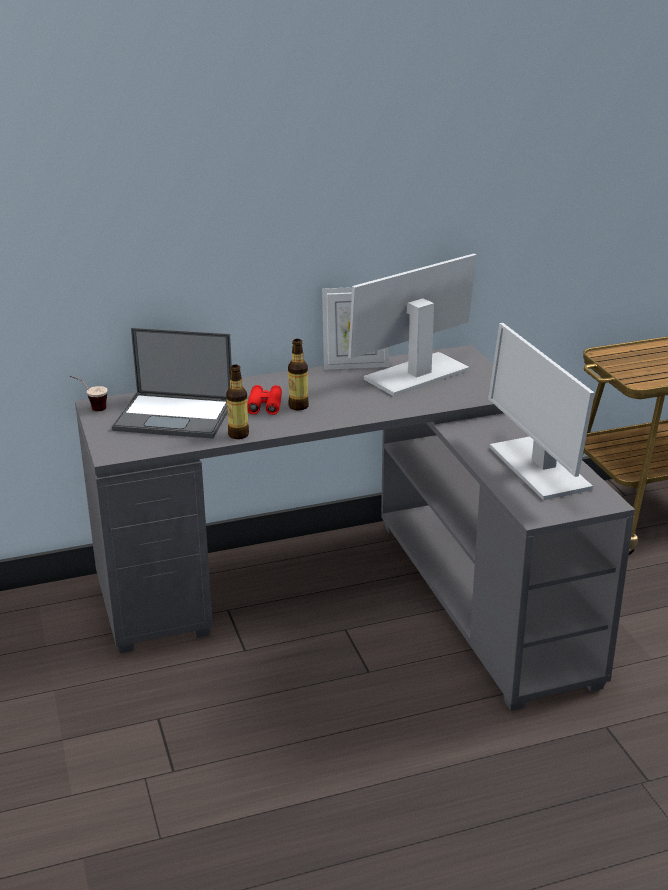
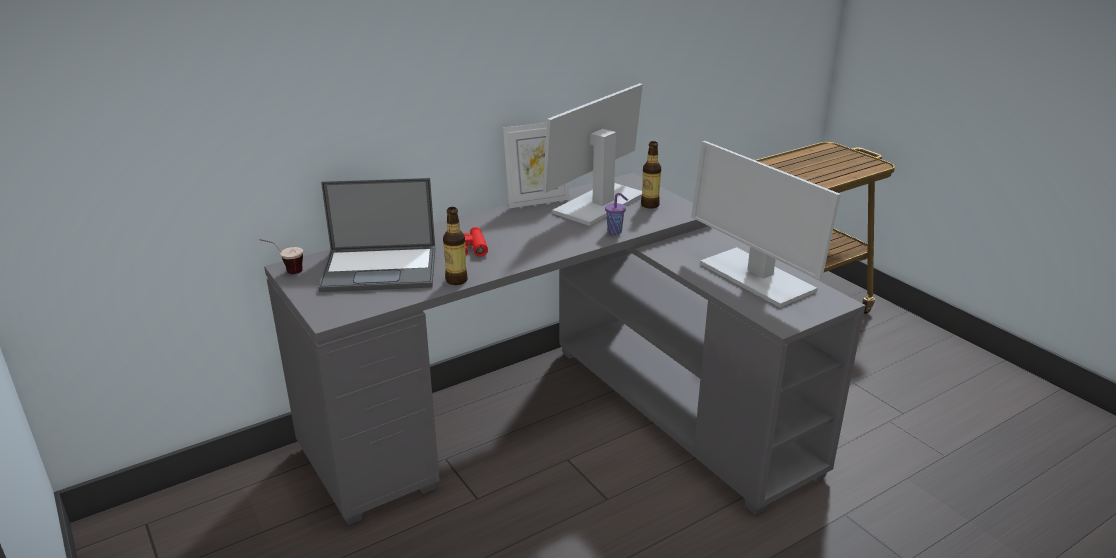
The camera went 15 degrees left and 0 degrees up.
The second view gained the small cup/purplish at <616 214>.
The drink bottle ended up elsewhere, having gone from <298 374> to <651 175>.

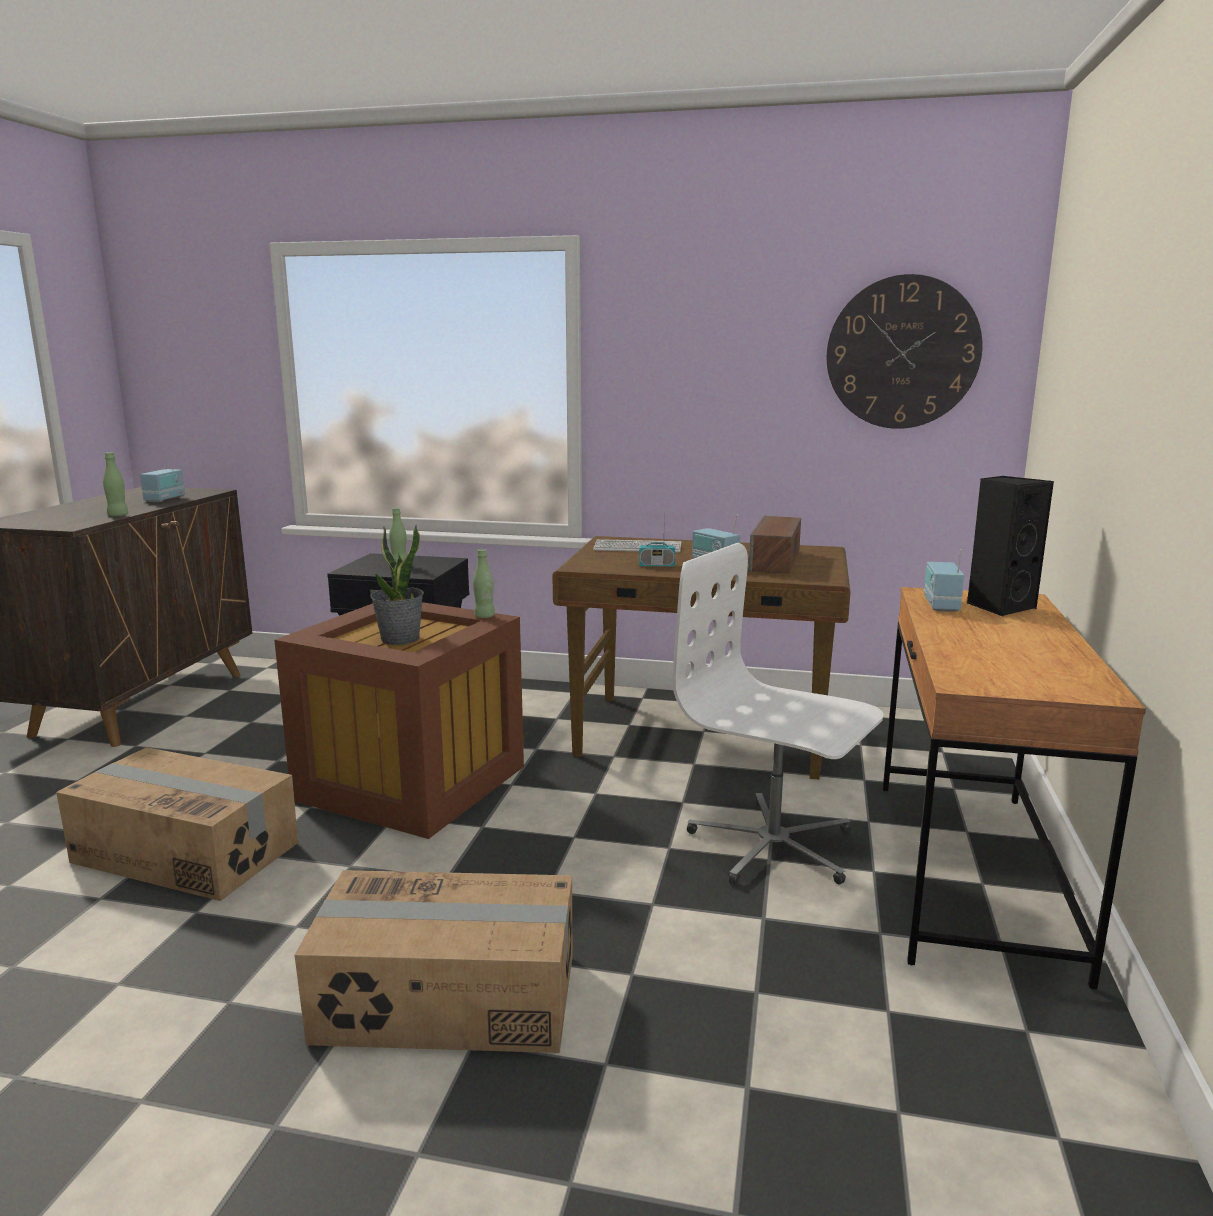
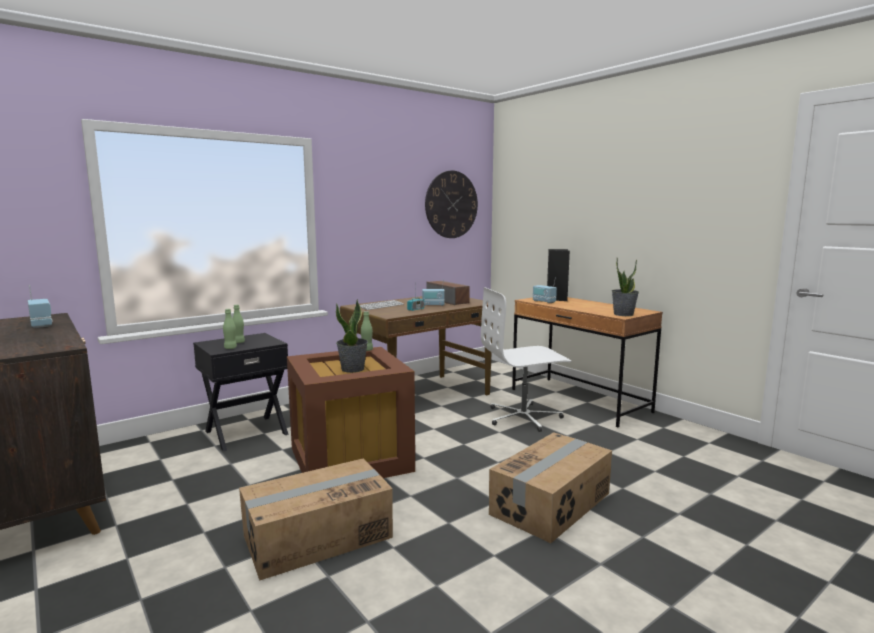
The camera went 50 degrees left and 5 degrees down.
The drink bottle/greenish ended up elsewhere, having gone from <115 484> to <230 329>.
The second view gained the potted plant at <625 287>.

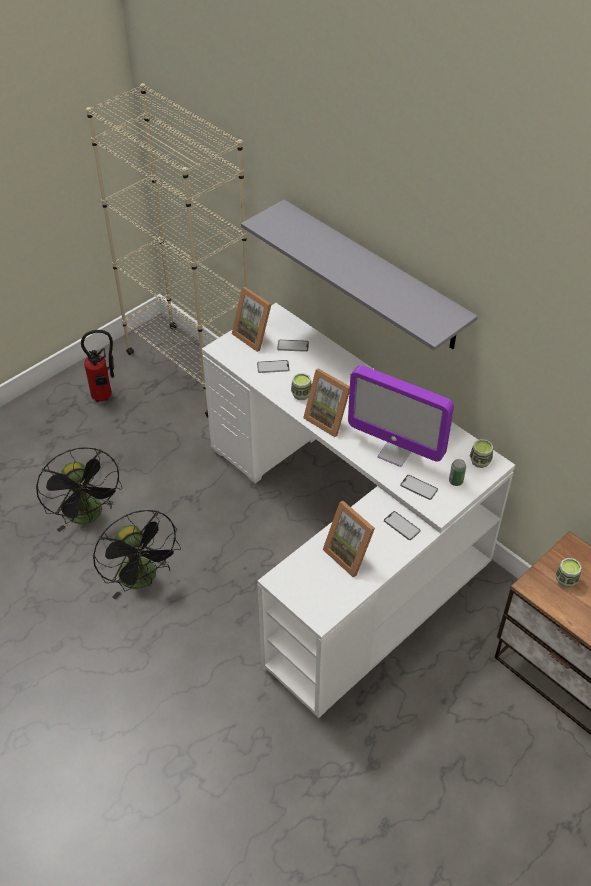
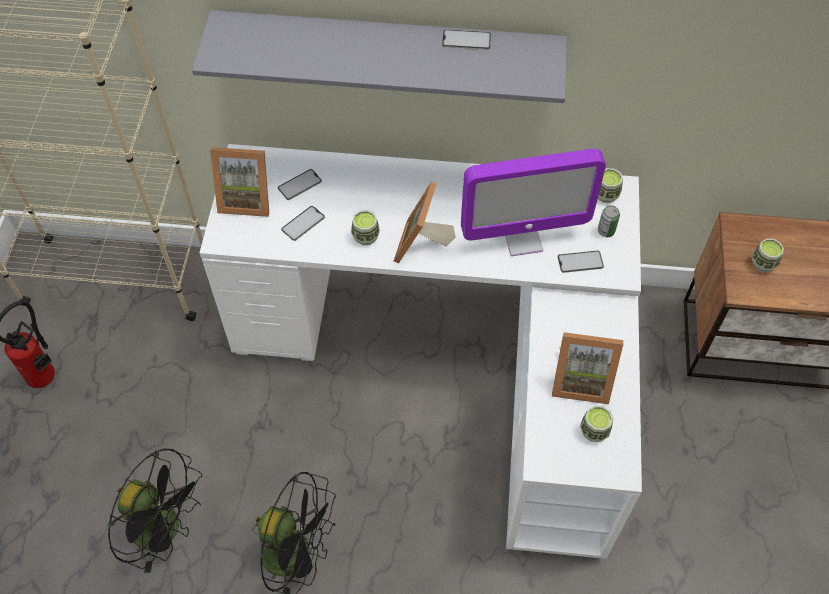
The camera went 40 degrees left and 10 degrees up.
The photo frame at <326 402> ended up facing another way, 105 degrees clockwise from before.
The phone ended up elsewhere, having gone from <402 525> to <466 39>.
The second view gained the small cup at <596 424>.

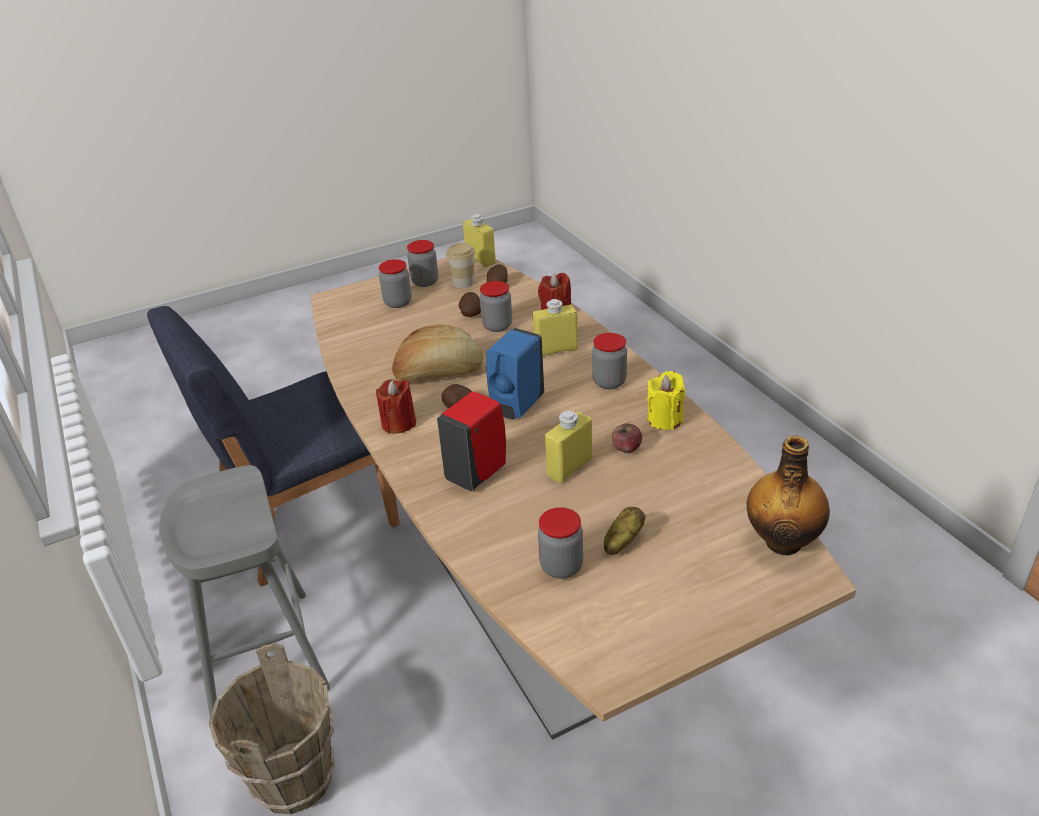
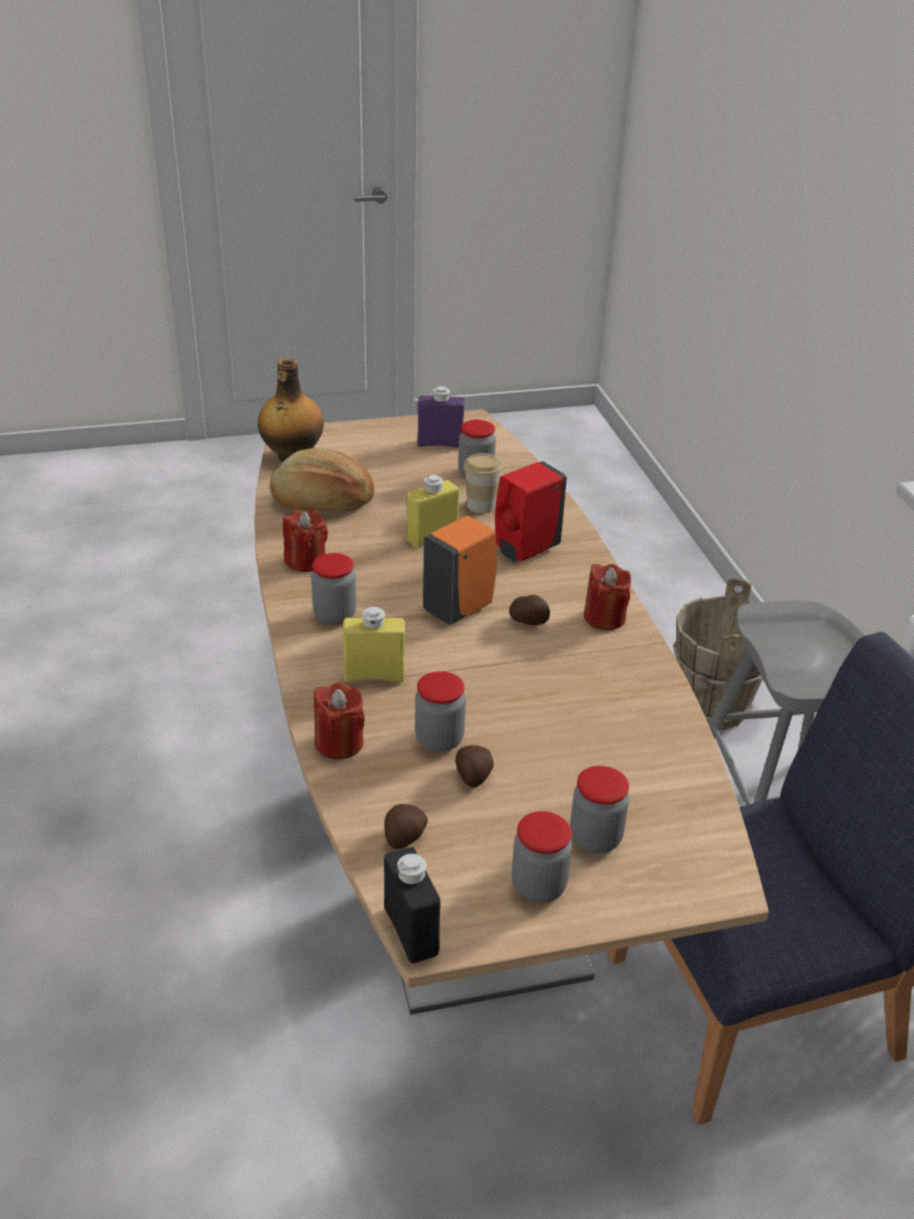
The camera went 170 degrees left and 0 degrees up.
The bakery bread ended up elsewhere, having gone from <437 353> to <322 480>.
What was the wax candle/yellow at <666 400> turned into the wax candle/red at <305 541>.
What was the drink bottle/yellow at <479 240> turned into the drink bottle/black-coloured at <412 905>.
The second view gained the drink bottle/purplish at <440 417>.
What was the soap bottle/blue-coloured at <515 374> turned into the soap bottle/orangey at <460 570>.
The small cup ended up elsewhere, having gone from <460 265> to <483 483>.
The second view lost the potato at <624 531>.
The second view lost the apple fruit at <627 438>.

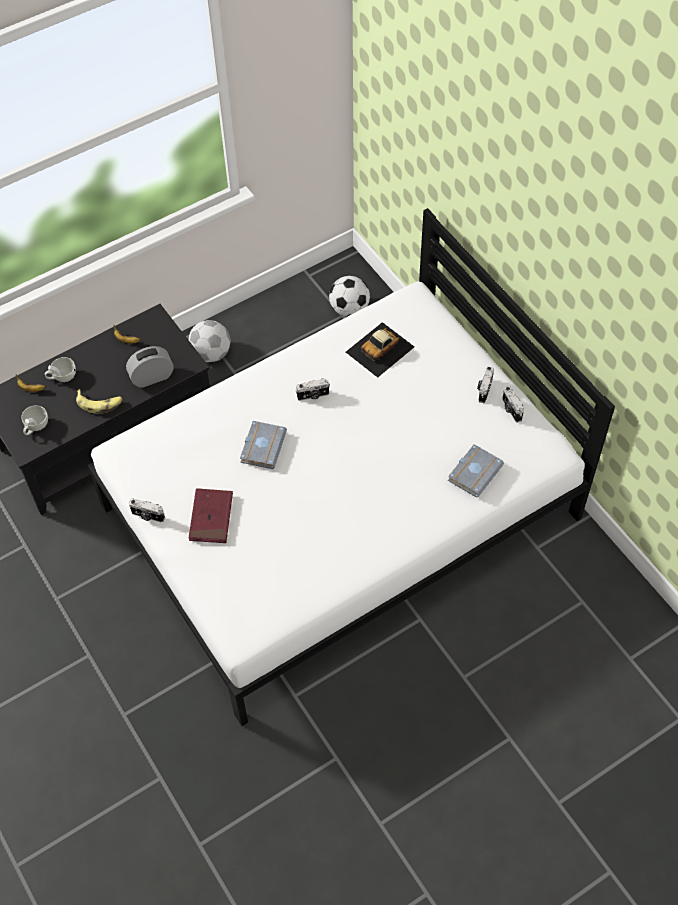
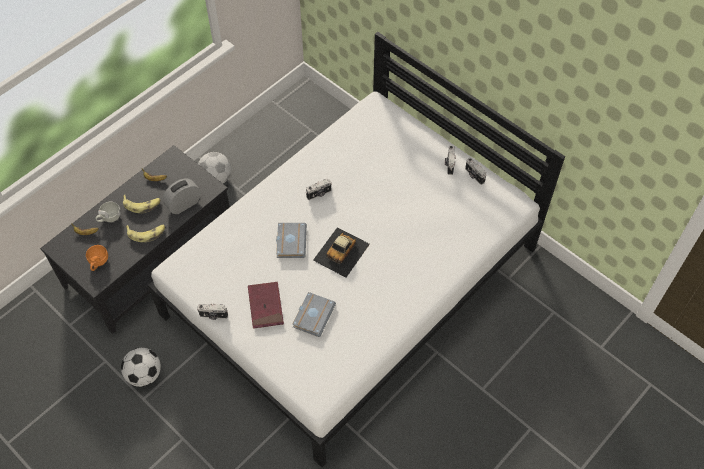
The camera went 15 degrees left and 0 degrees up.
What was the small cup/white-coloured at <34 420> turned into the small cup/orangey at <97 258>.
The ball for football ended up elsewhere, having gone from <349 296> to <141 367>.
The second view gained the banana at <141 204>.
The bound book/greyish ended up elsewhere, having gone from <476 471> to <314 314>.
The miniature car ended up elsewhere, having gone from <380 350> to <341 252>.

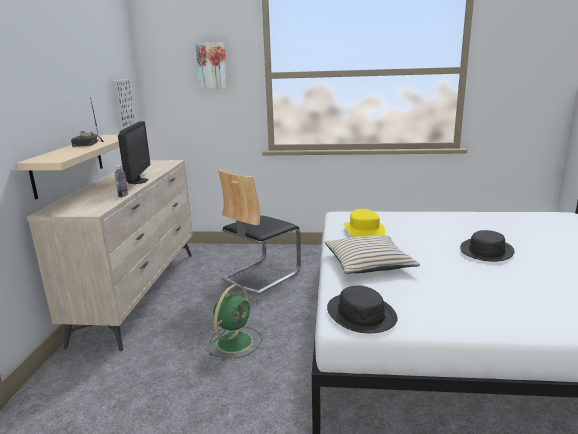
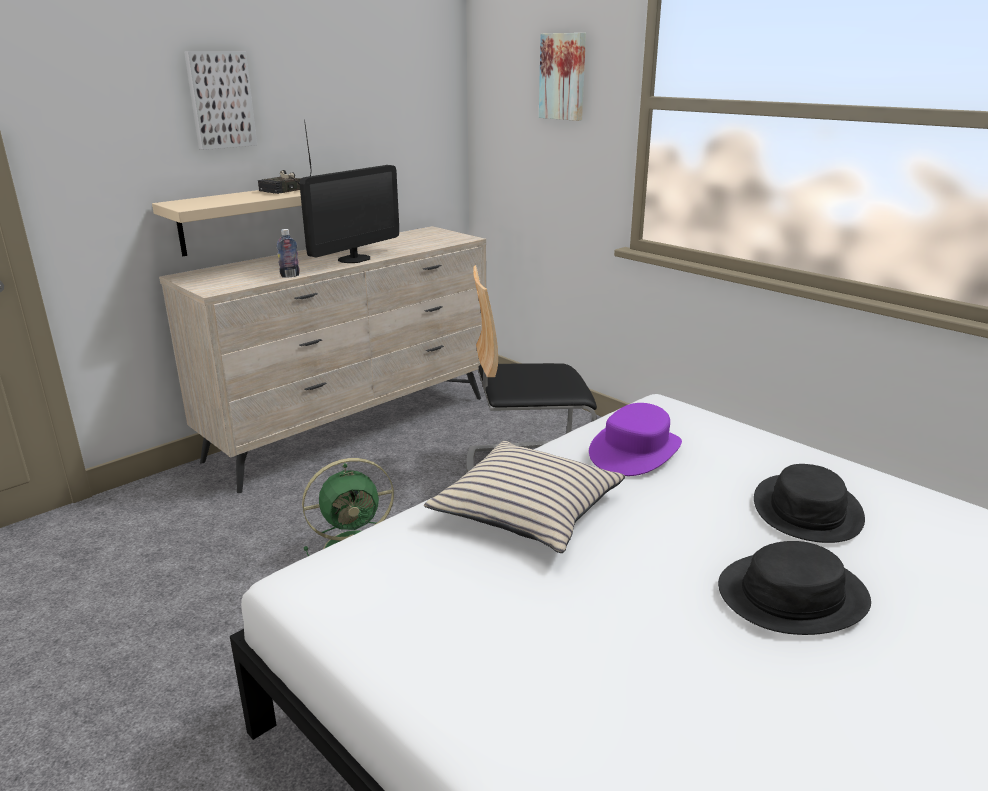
The camera went 40 degrees right and 5 degrees up.
The wall picture ended up elsewhere, having gone from <124 104> to <220 100>.
What was the wearable hat/yellow at <364 223> turned into the wearable hat/purplish at <635 439>.
The wearable hat/black-coloured ended up elsewhere, having gone from <362 309> to <809 503>.

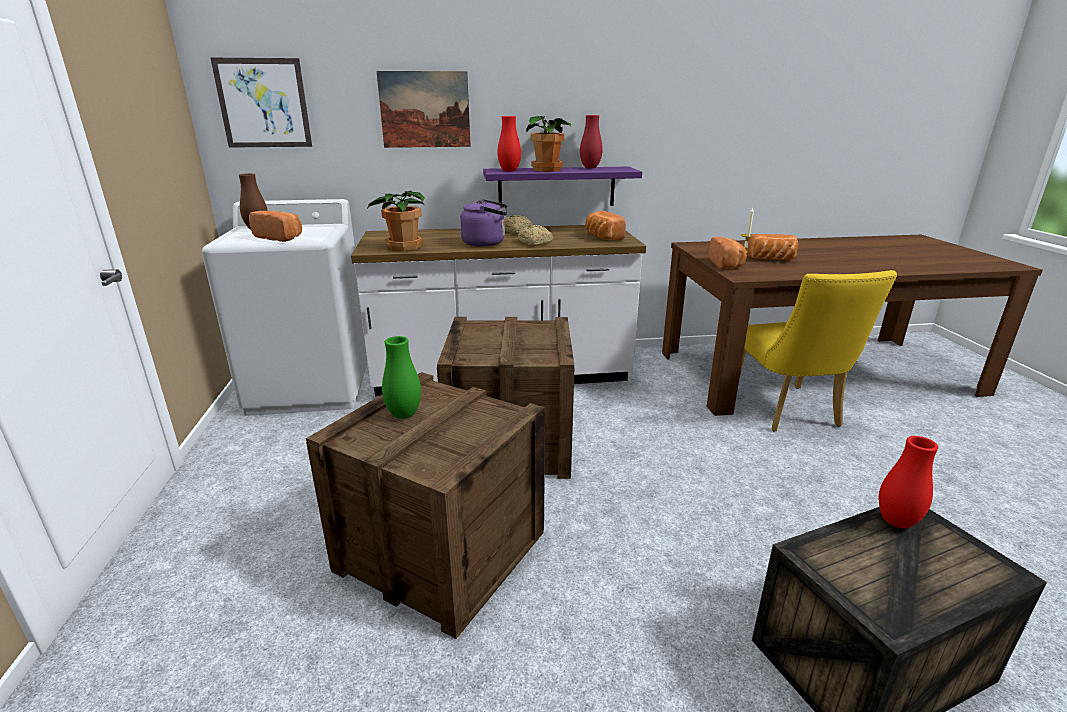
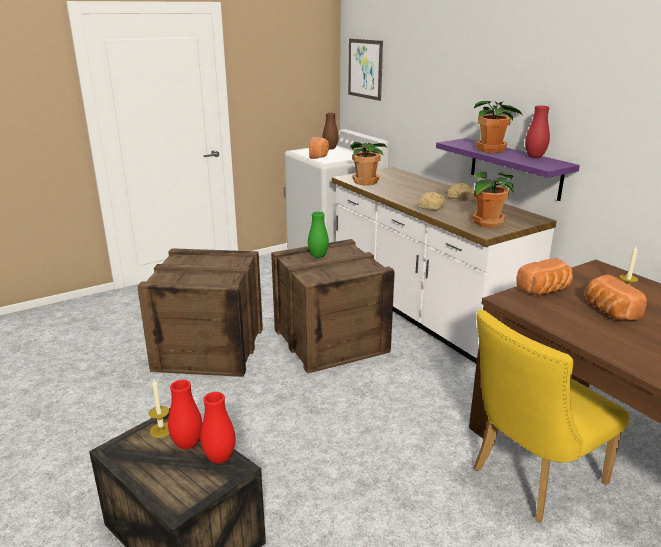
The camera went 65 degrees right and 0 degrees up.
The second view gained the wax candle at <159 408>.
The vase/red ended up elsewhere, having gone from <509 144> to <185 414>.
The vase/greenish ended up elsewhere, having gone from <401 377> to <318 235>.
Where the bakery bread stood at <605 226>, the potted plant came to stand at <493 199>.
The second view lost the wall picture at <423 109>.
The second view lost the kettle/purplish at <483 223>.

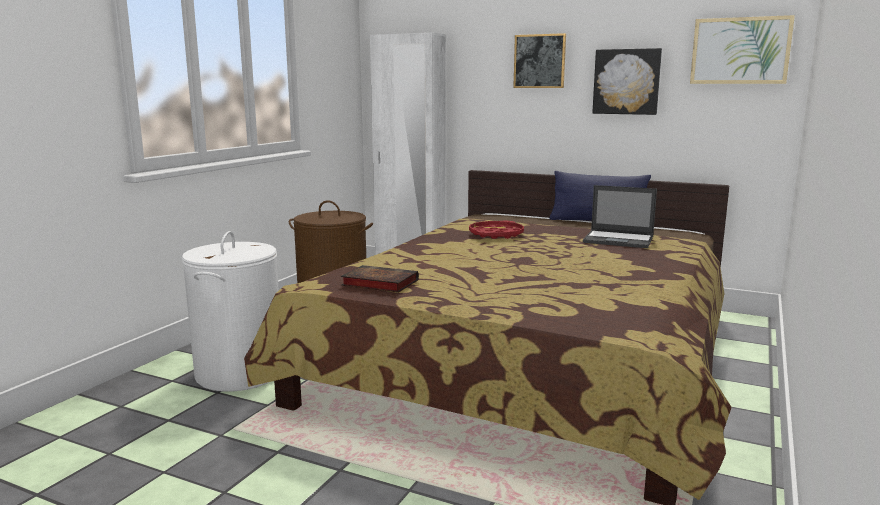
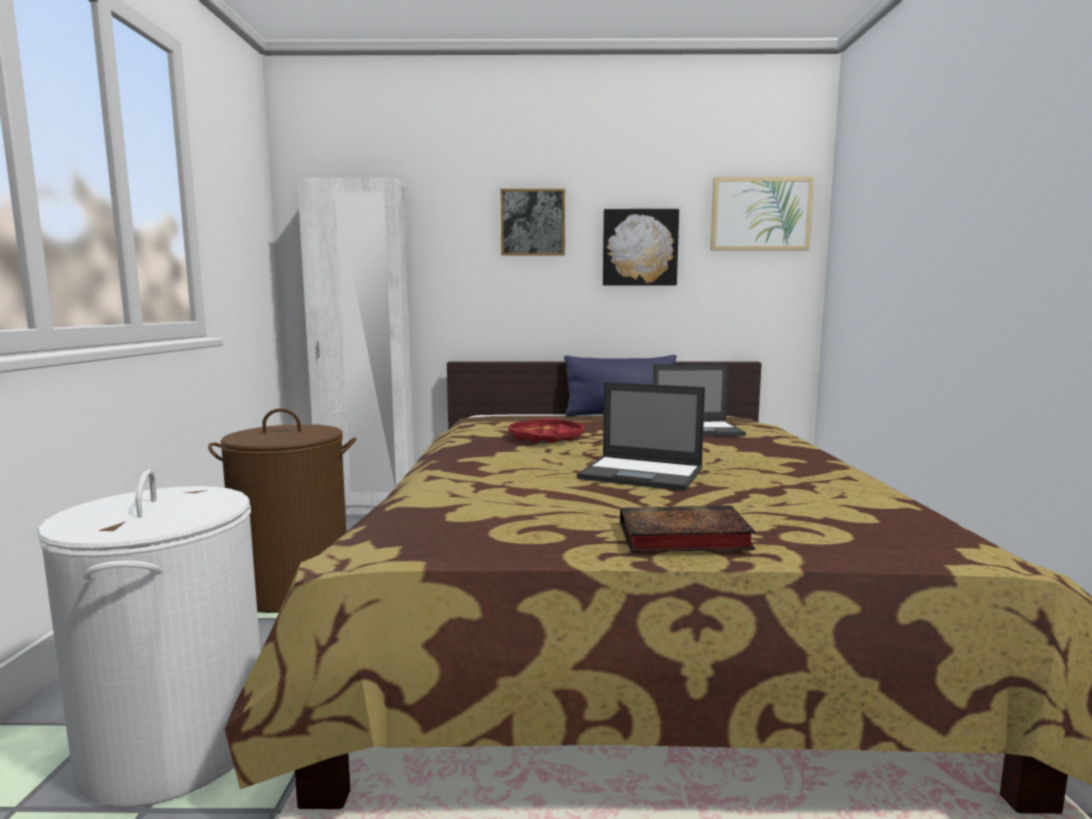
The camera went 25 degrees left and 5 degrees down.
The second view gained the portable computer at <641 436>.
The bound book ended up elsewhere, having gone from <380 279> to <688 528>.

